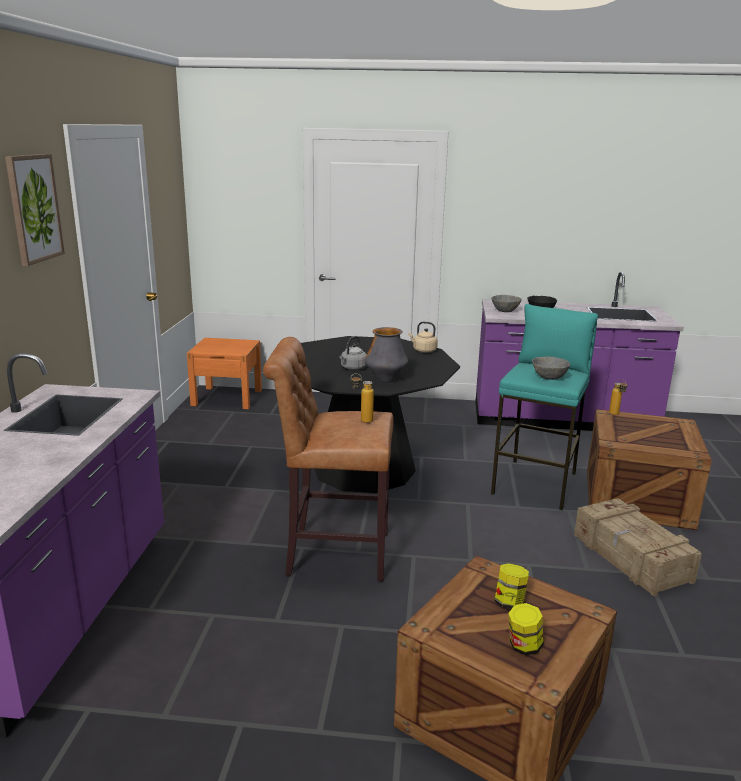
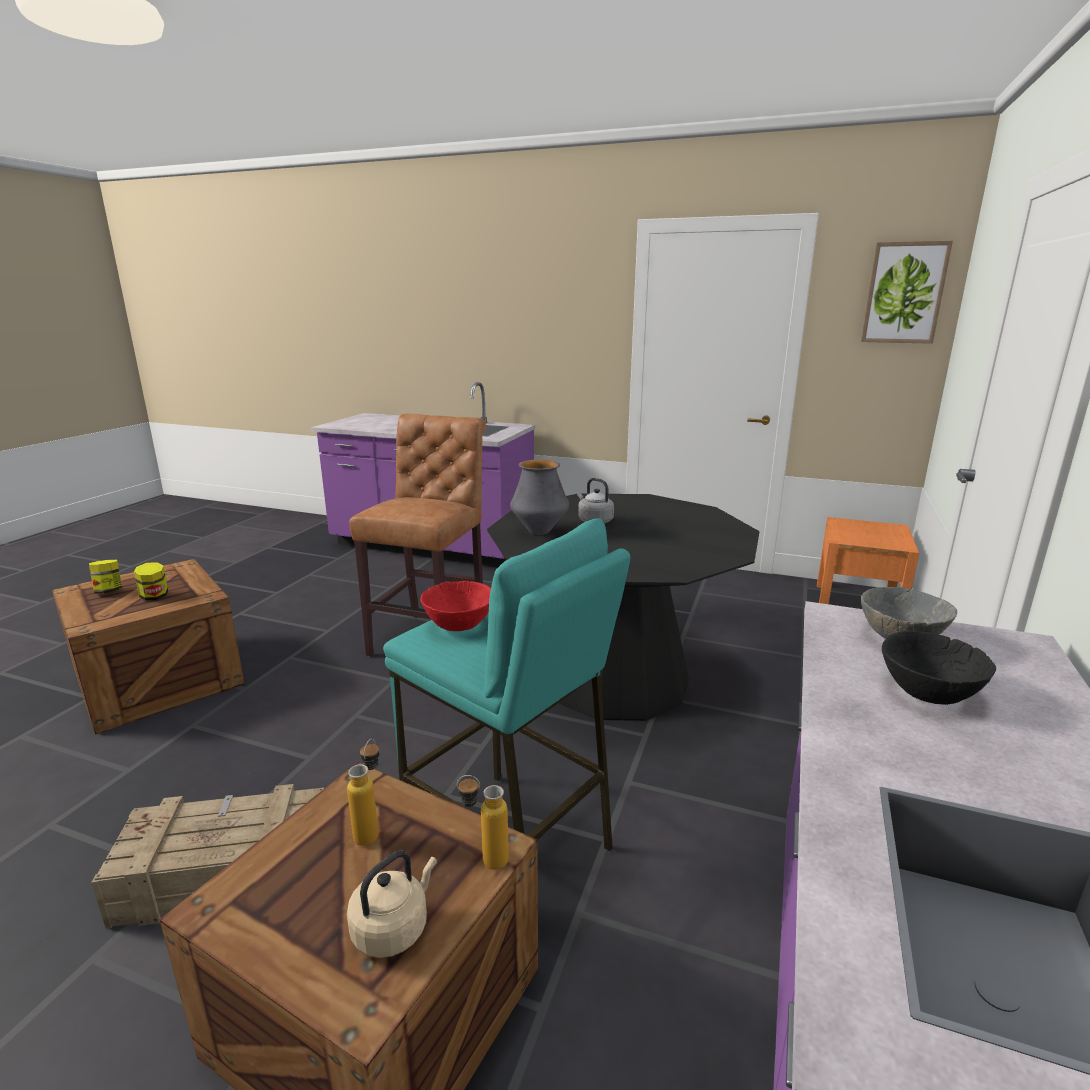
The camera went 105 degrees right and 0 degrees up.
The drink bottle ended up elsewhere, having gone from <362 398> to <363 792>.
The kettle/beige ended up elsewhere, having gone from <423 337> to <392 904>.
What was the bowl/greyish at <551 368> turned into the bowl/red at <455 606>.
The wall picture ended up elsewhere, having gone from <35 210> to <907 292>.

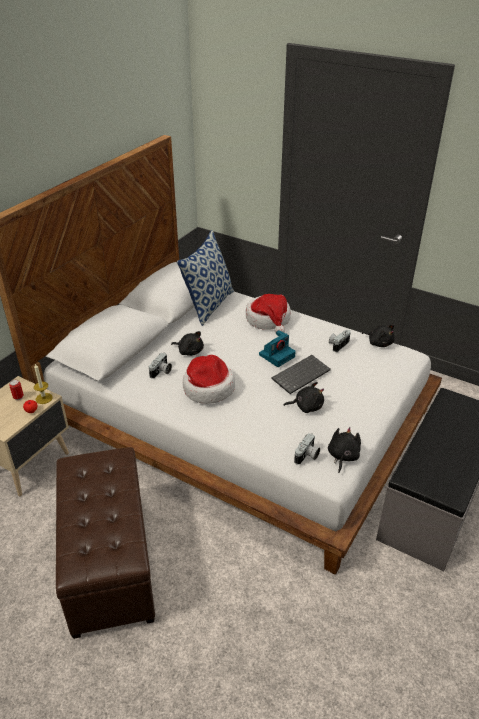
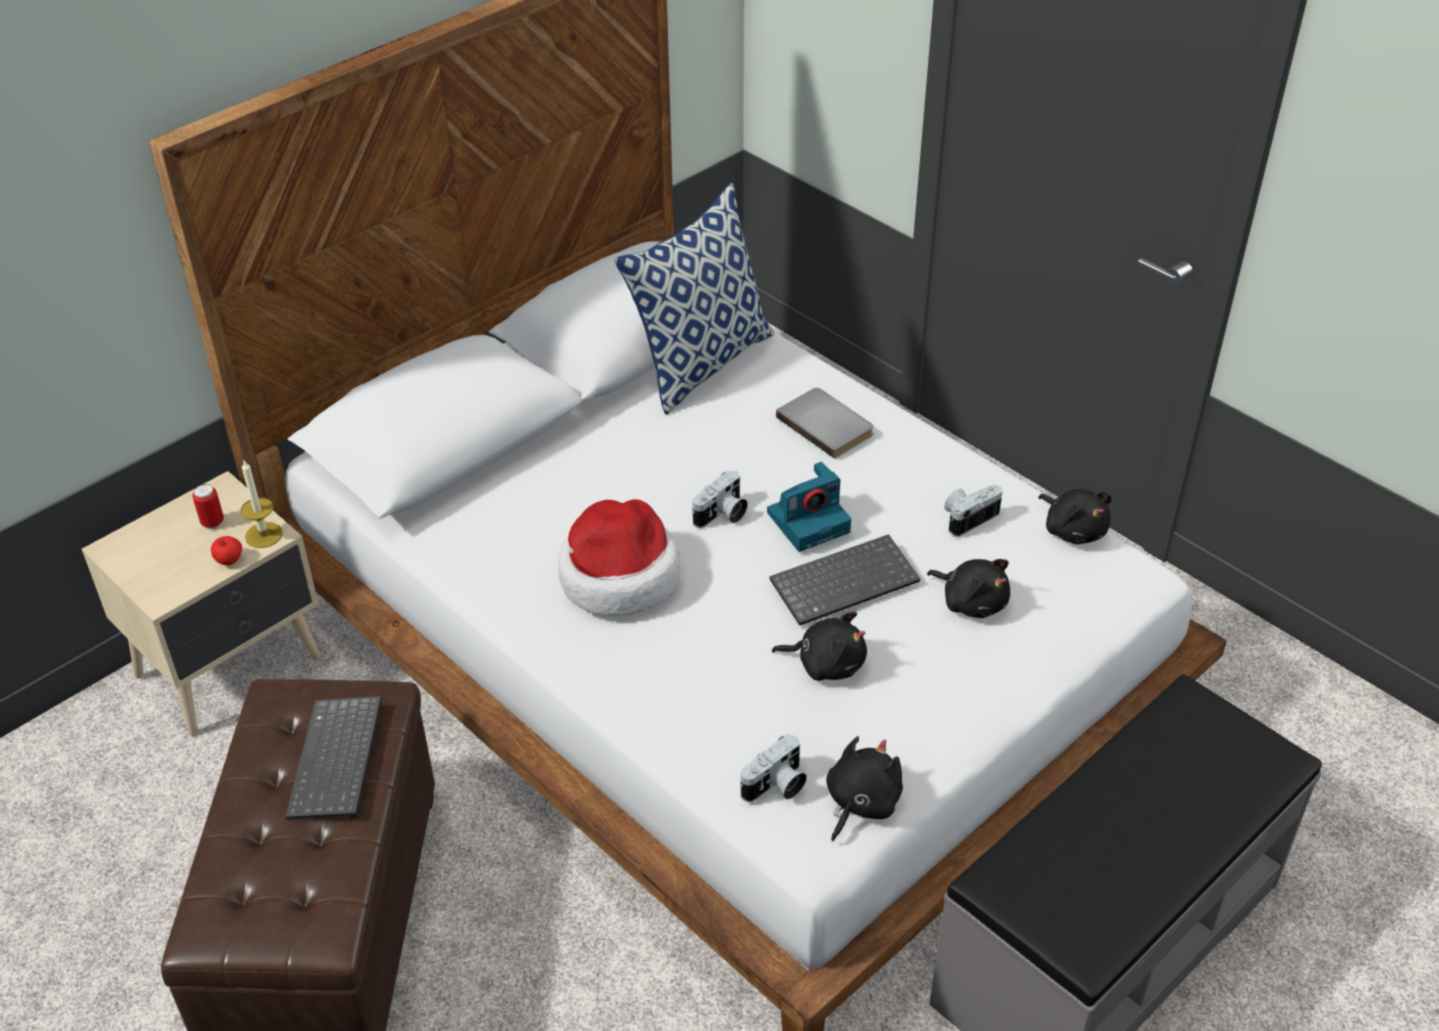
The camera went 15 degrees right and 5 degrees up.
The second view gained the keyboard at <333 758>.
The still camera ended up elsewhere, having gone from <160 366> to <720 499>.
Where the wearable hat stood at <268 313>, the bound book/greyish came to stand at <825 423>.
The plush toy/black-coloured ended up elsewhere, having gone from <187 343> to <968 588>.

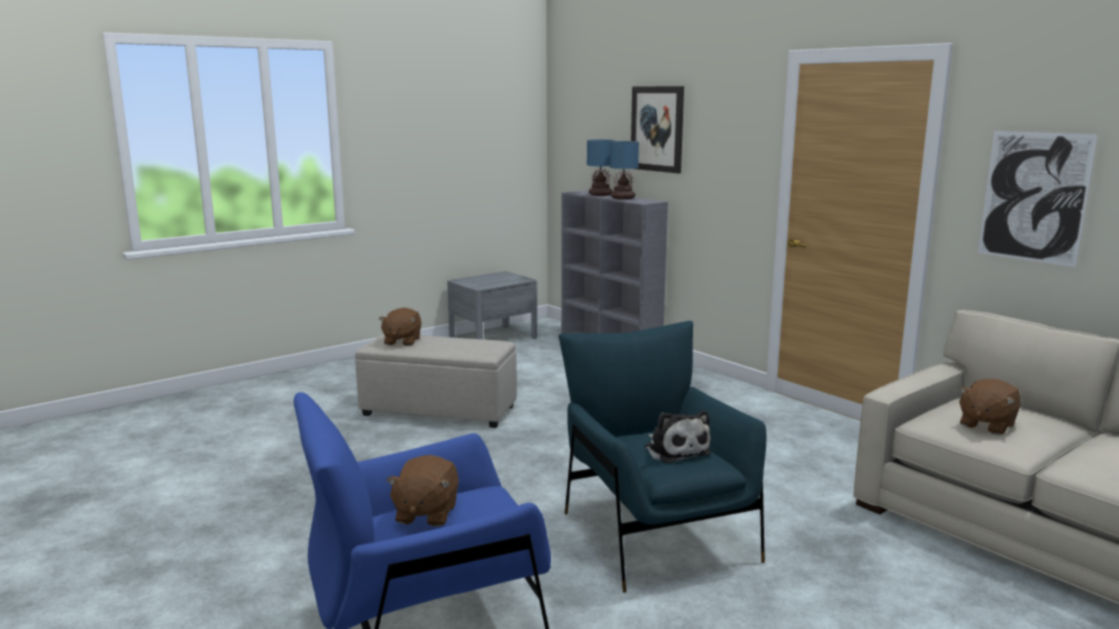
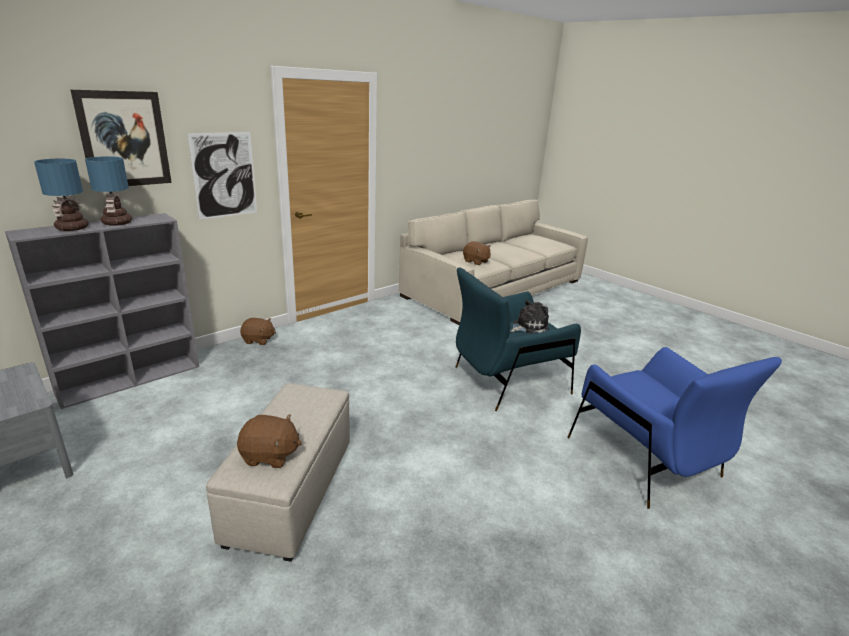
The camera went 95 degrees left and 10 degrees up.
The wall picture ended up elsewhere, having gone from <1038 199> to <222 176>.
The plush toy/brown-coloured ended up elsewhere, having gone from <422 491> to <258 331>.

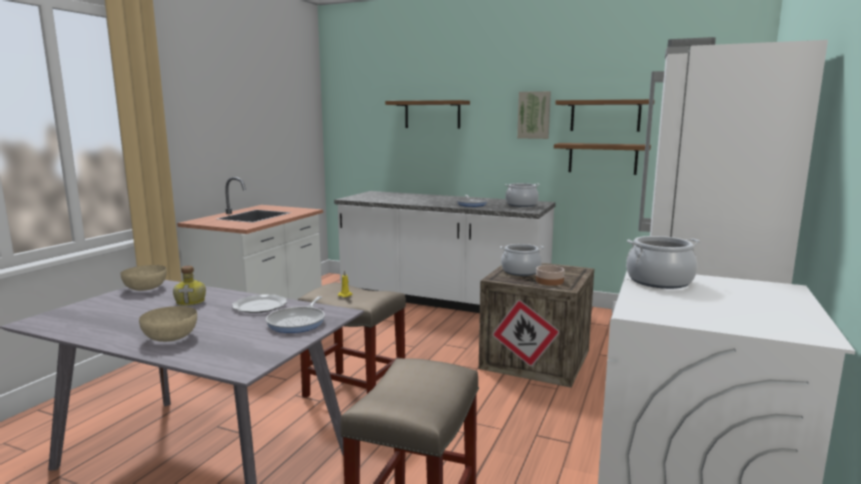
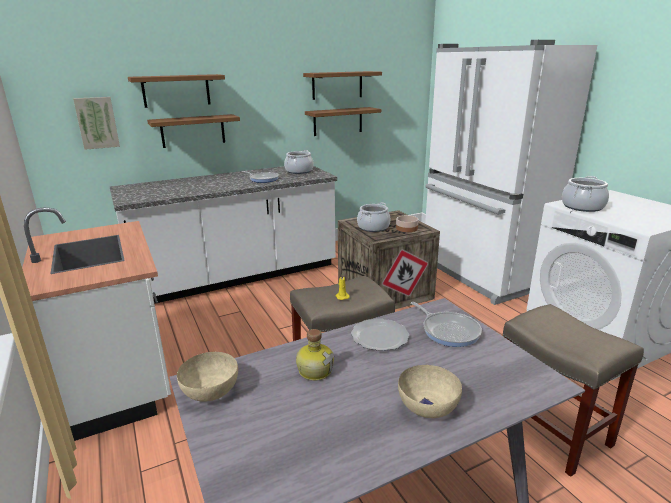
The camera went 50 degrees left and 10 degrees up.
The wall picture ended up elsewhere, having gone from <534 115> to <96 123>.
The second view gained the bracket shelf at <193 131>.

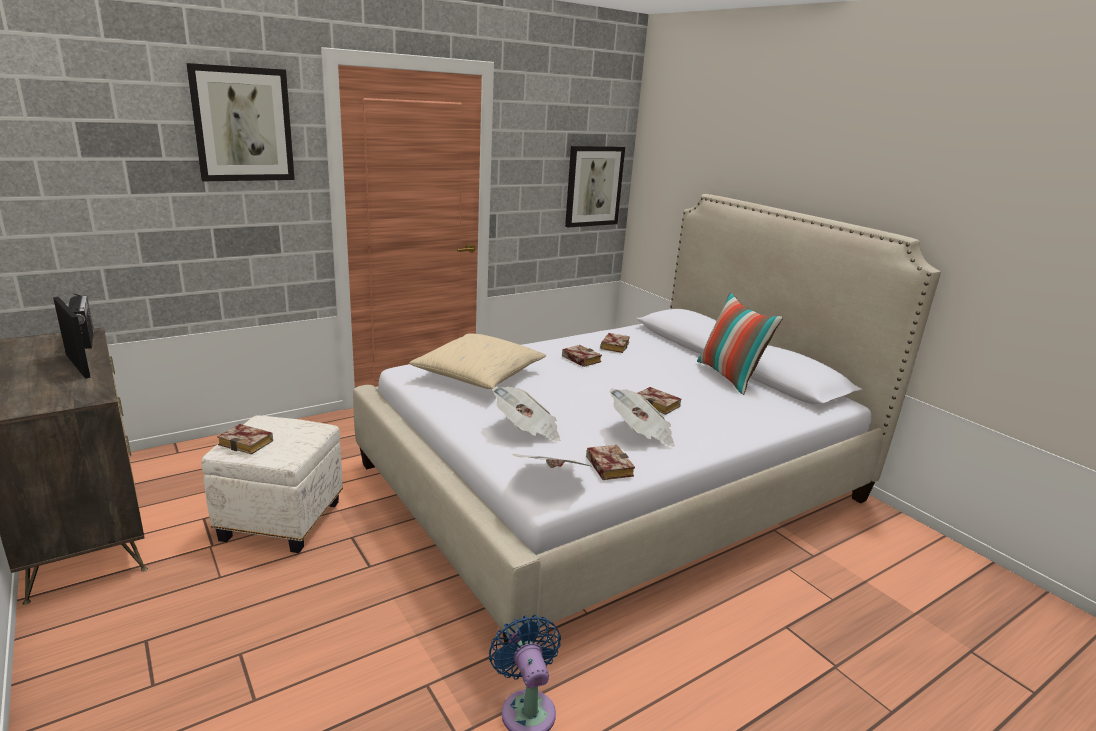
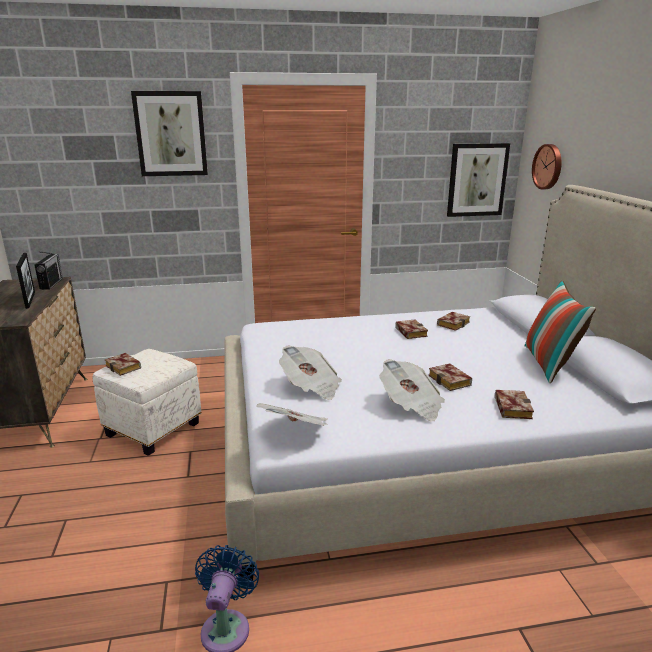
The camera went 25 degrees right and 0 degrees up.
The bound book ended up elsewhere, having gone from <610 462> to <514 404>.
The second view gained the wall clock at <547 166>.
The second view lost the throw pillow/beige at <477 361>.

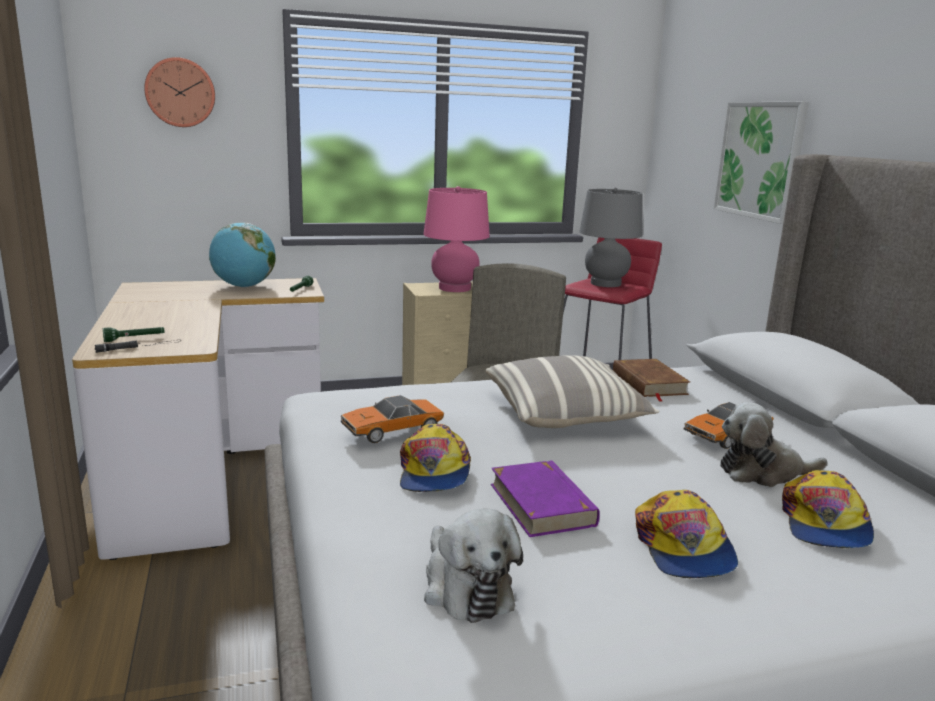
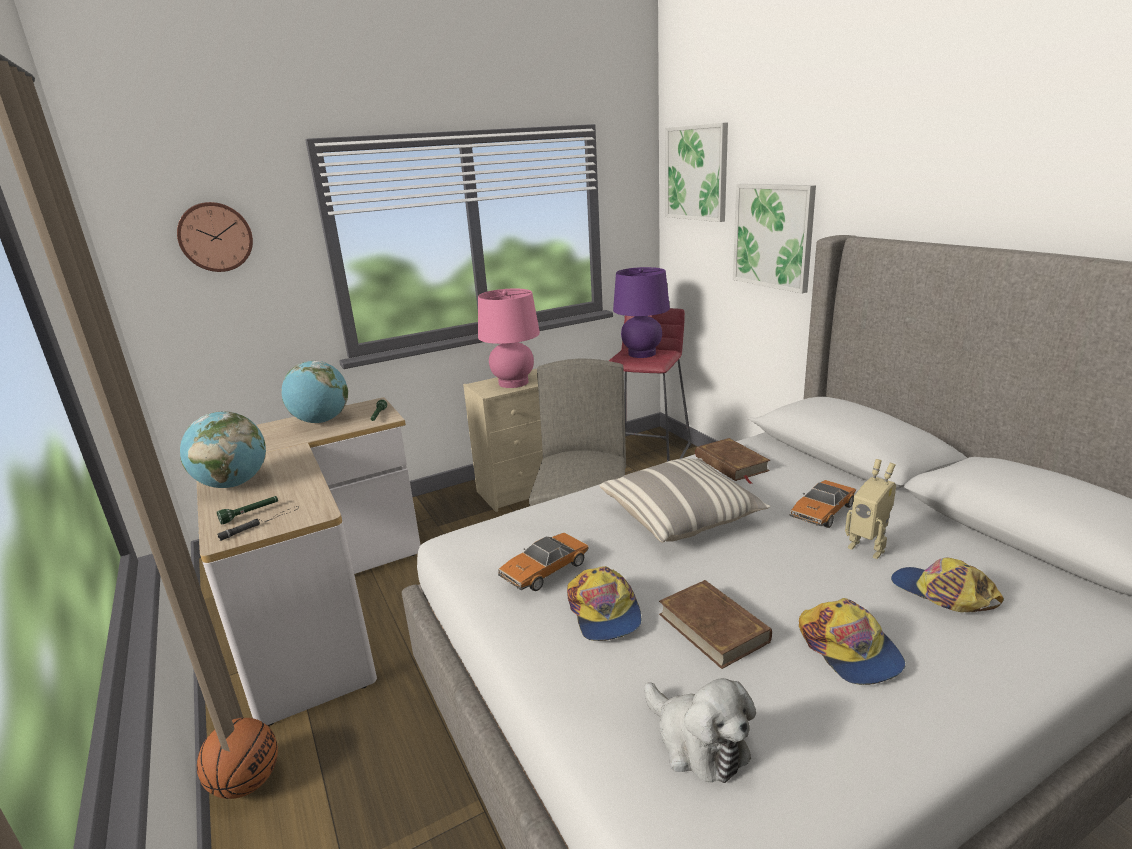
The camera went 10 degrees left and 5 degrees up.
The second view gained the globe at <223 449>.
The second view gained the basketball ball at <237 758>.
What was the table lamp/greyish at <611 237> turned into the table lamp/purplish at <641 312>.
What was the bound book/purplish at <545 498> turned into the bound book/brown-coloured at <715 624>.
The second view gained the wall picture at <696 172>.
Where the plush toy stood at <773 444>, the model robot came to stand at <870 509>.
The baseball cap at <828 509> ended up facing another way, 135 degrees clockwise from before.

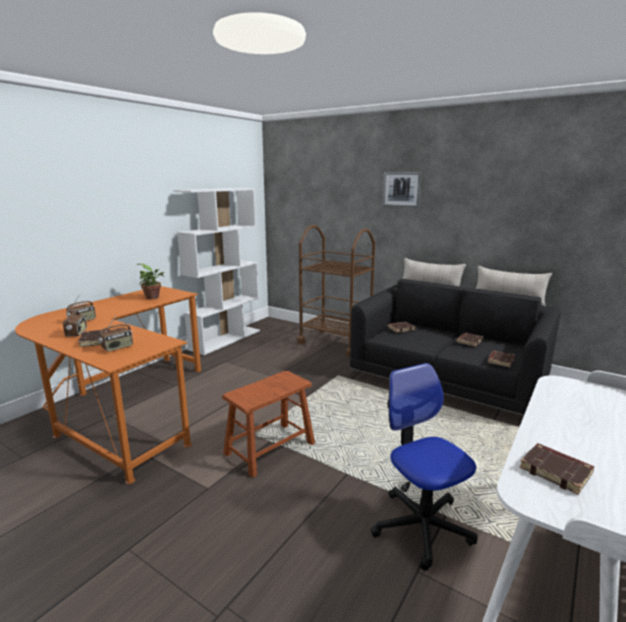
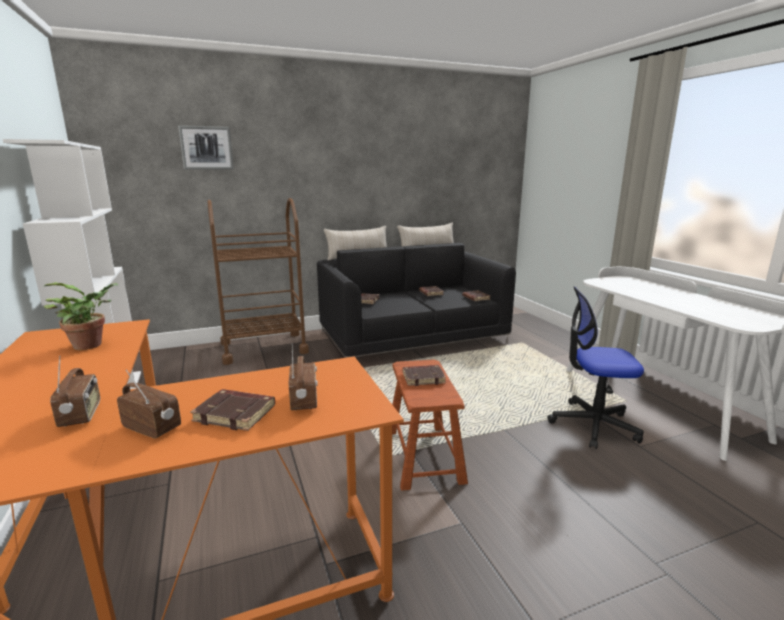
The camera went 55 degrees left and 0 degrees up.
The wall picture ended up elsewhere, having gone from <402 190> to <206 147>.
The bound book/brown-coloured ended up elsewhere, having gone from <556 469> to <424 375>.

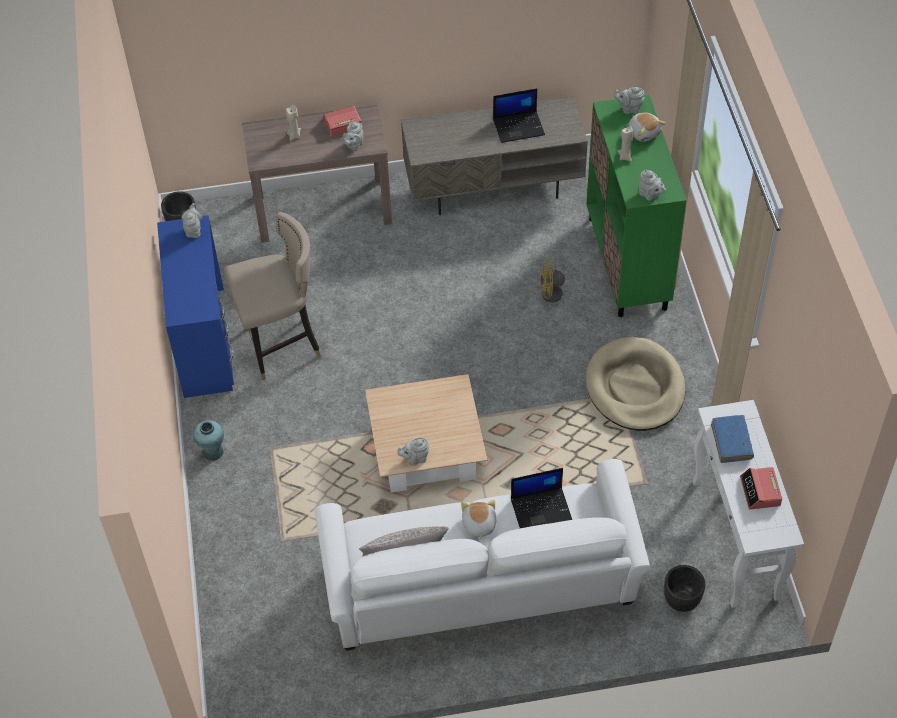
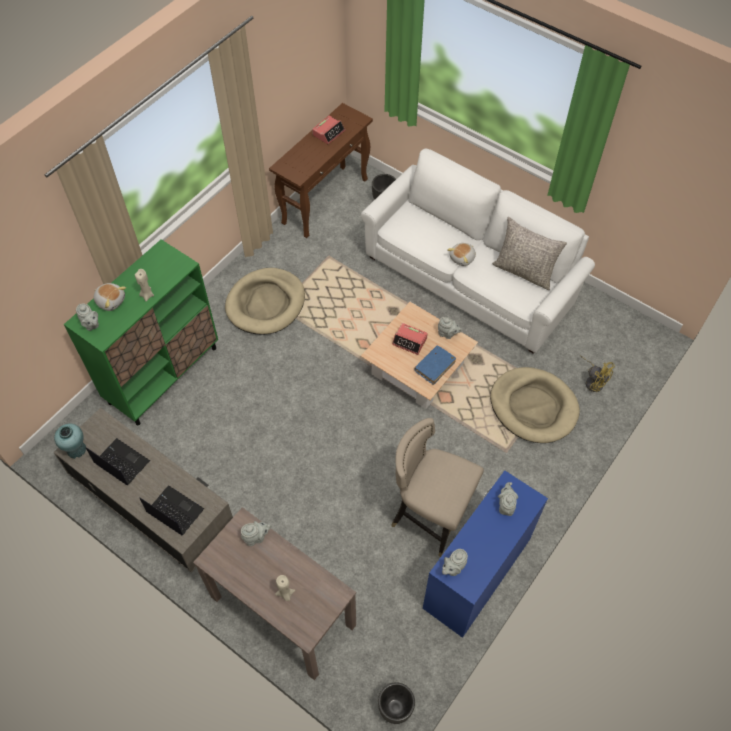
The camera went 135 degrees left and 5 degrees up.
The vase/turquoise-coloured ended up elsewhere, having gone from <208 440> to <70 441>.
The plush toy at <647 127> ended up facing another way, 105 degrees clockwise from before.
The portable computer ended up elsewhere, having gone from <541 498> to <172 510>.
What was the console table/white-coloured at <748 504> turned into the console table/brown-coloured at <321 170>.
The table clock ended up elsewhere, having gone from <342 121> to <410 339>.
The bound book/blue-coloured ended up elsewhere, having gone from <732 439> to <435 365>.
The second view gained the dog bed/beige at <535 405>.
The tea pot/greyish ended up elsewhere, having gone from <652 185> to <508 499>.
The fan/yellow ended up elsewhere, having gone from <564 285> to <598 373>.

